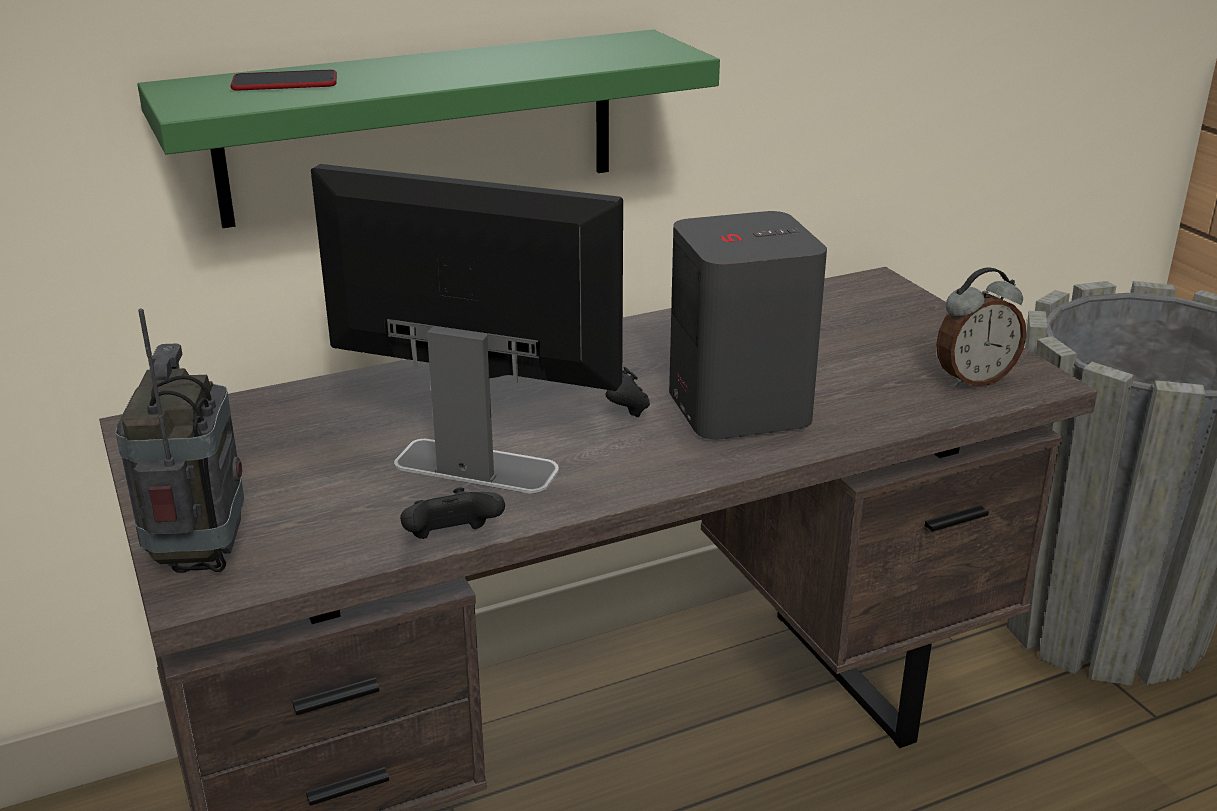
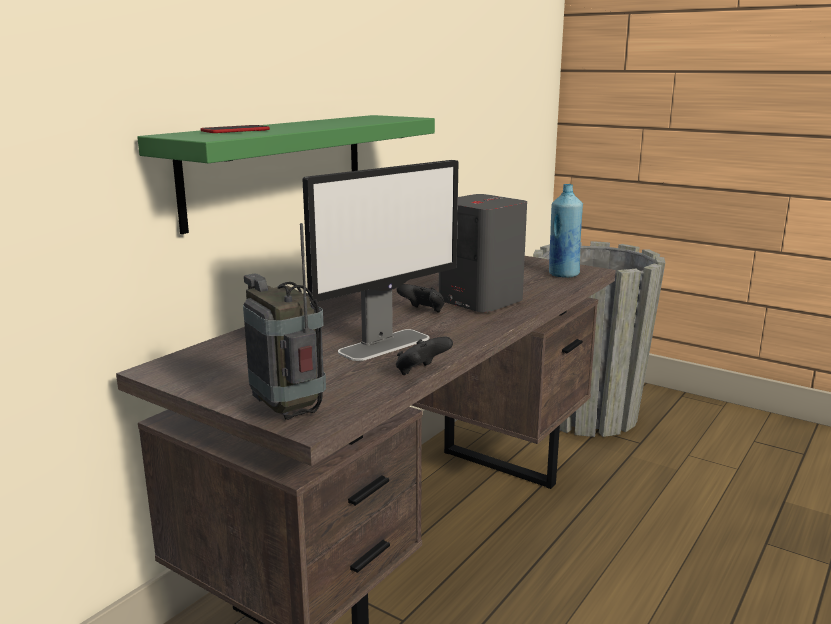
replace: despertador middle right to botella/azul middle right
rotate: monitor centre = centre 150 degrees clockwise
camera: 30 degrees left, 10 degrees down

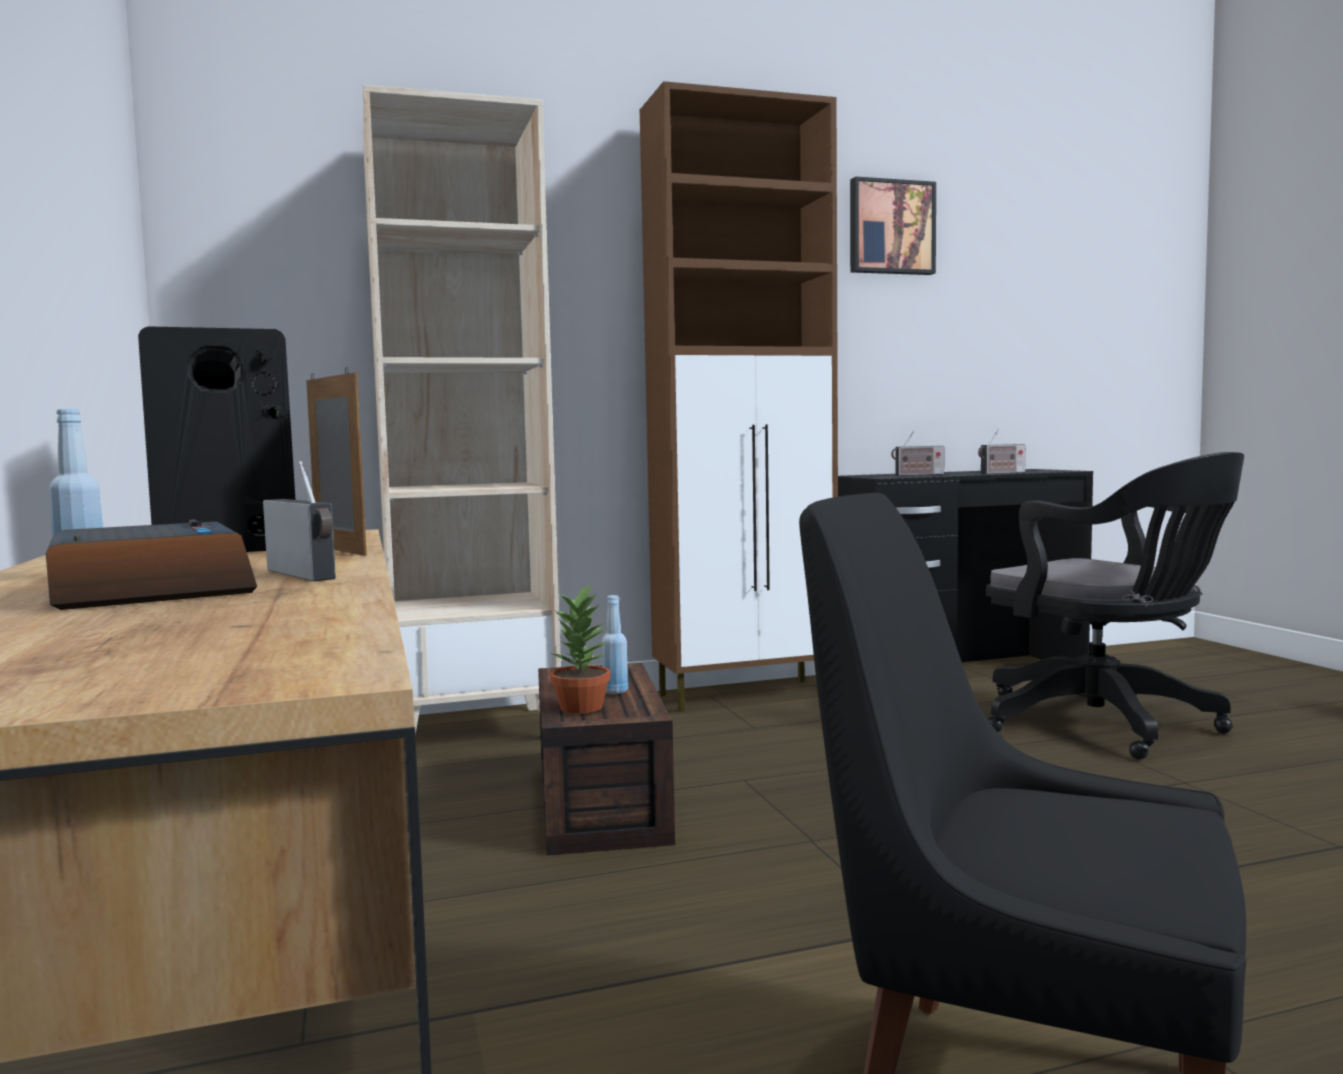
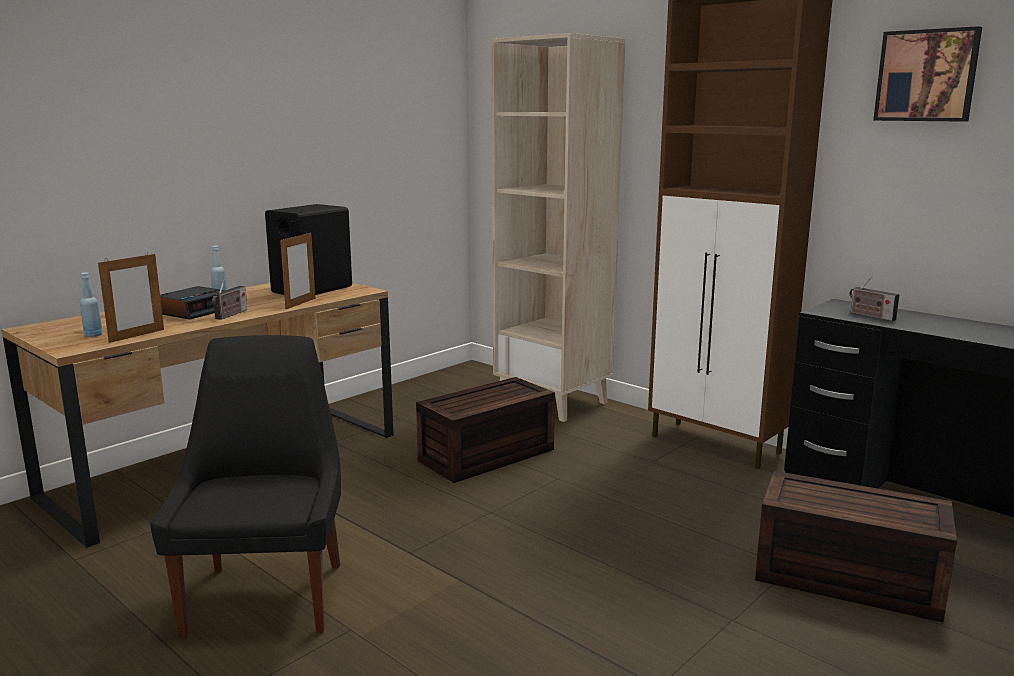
delete: planta en maceta centre; radio (3rd from left) middle right
insert: portarretratos (1st from left) middle left
move: botella/azul (2nd from left in the first image) centre to botella/azul (1st from left) middle left
replace: silla de oficina/negro middle right to caja de almacenaje/marrón (2nd from left) bottom right
camera: 60 degrees right, 10 degrees up

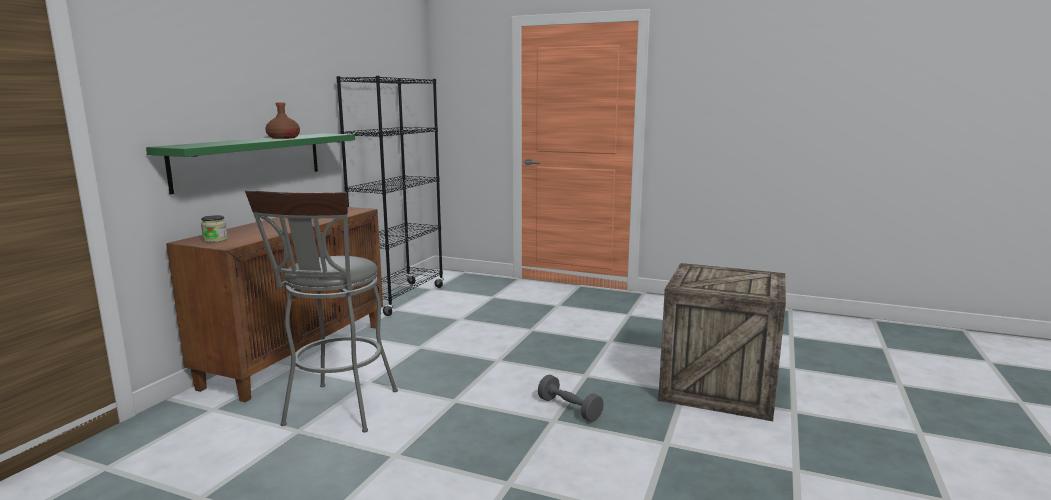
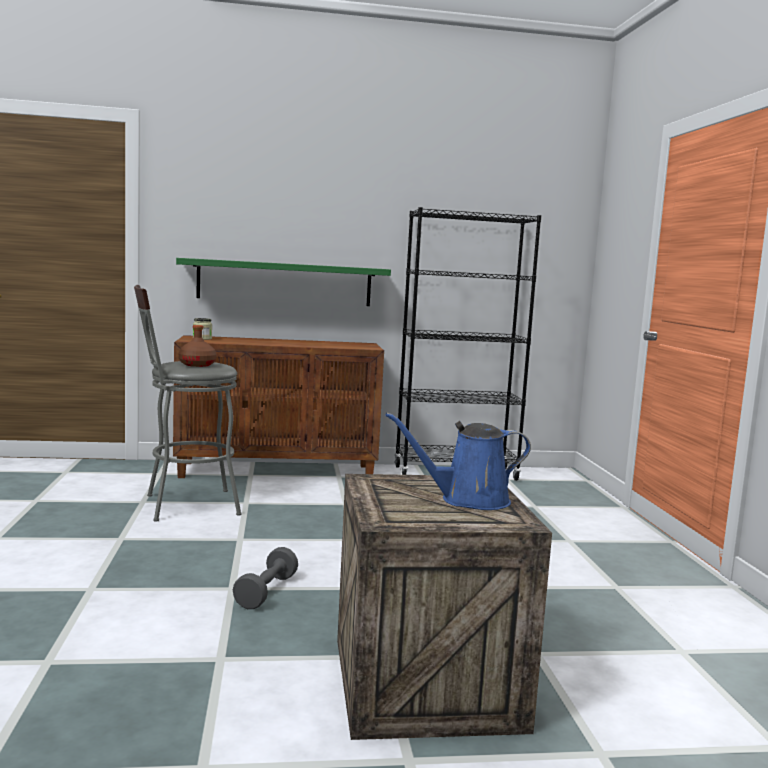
insert: regadera/azul centre
move: botella/marrón top left to middle left
camera: 60 degrees right, 5 degrees down

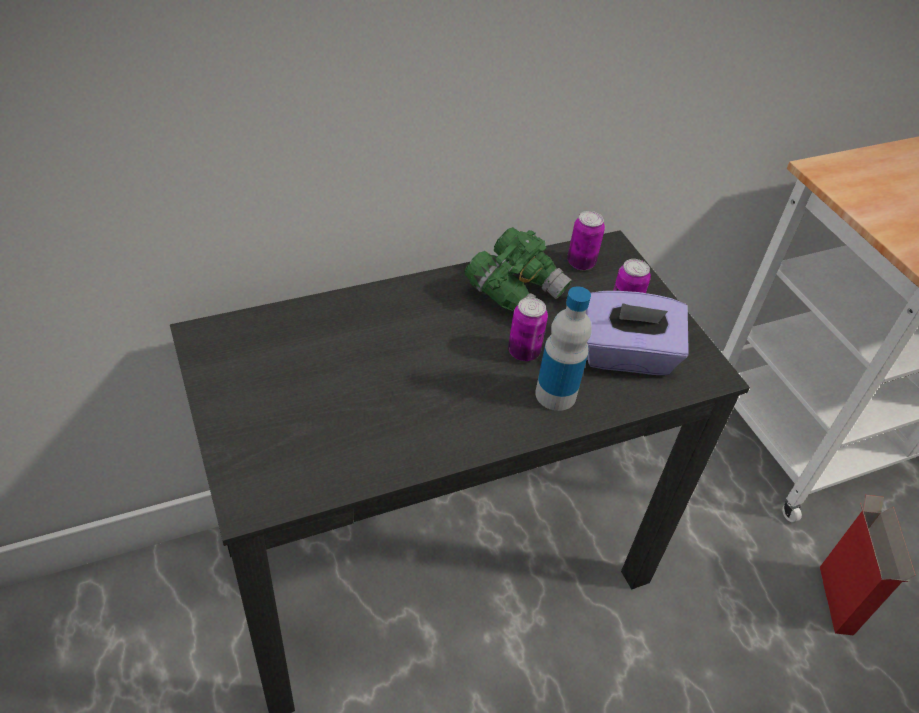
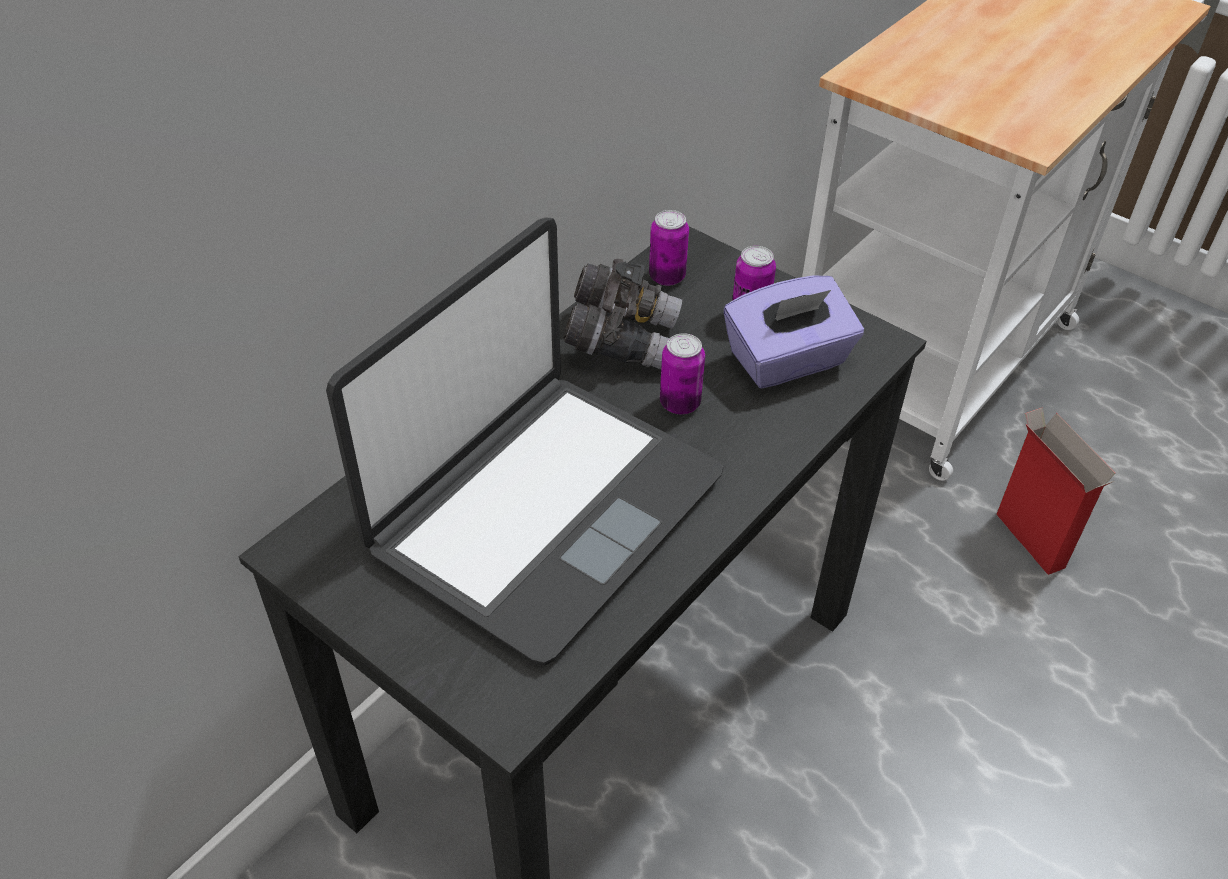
delete: botella centre
insert: portátil centre
recolor: prismáticos/verde centre to prismáticos/gris centre
camera: 25 degrees left, 0 degrees up

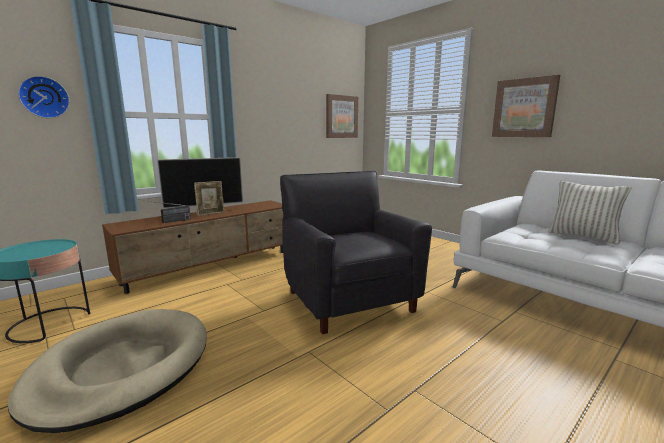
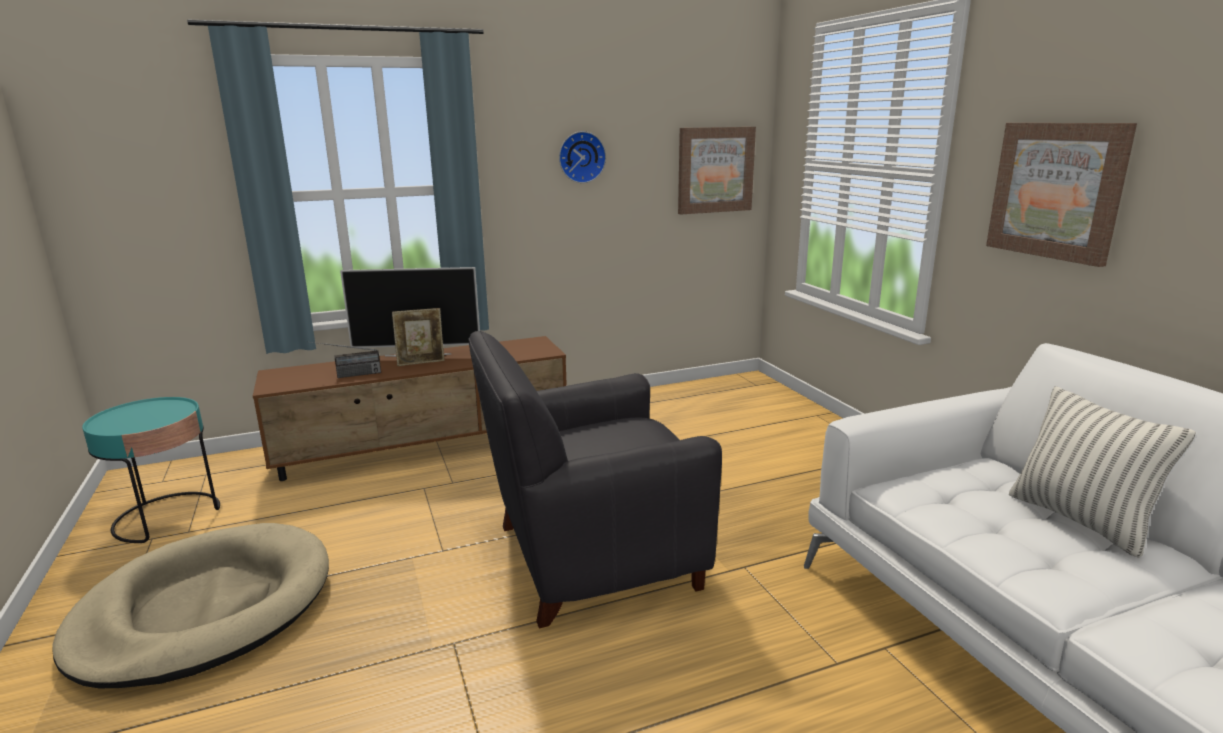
move: reloj de pared top left to top centre
rotate: sillón/negro centre = centre 105 degrees counterclockwise
camera: 20 degrees right, 5 degrees up

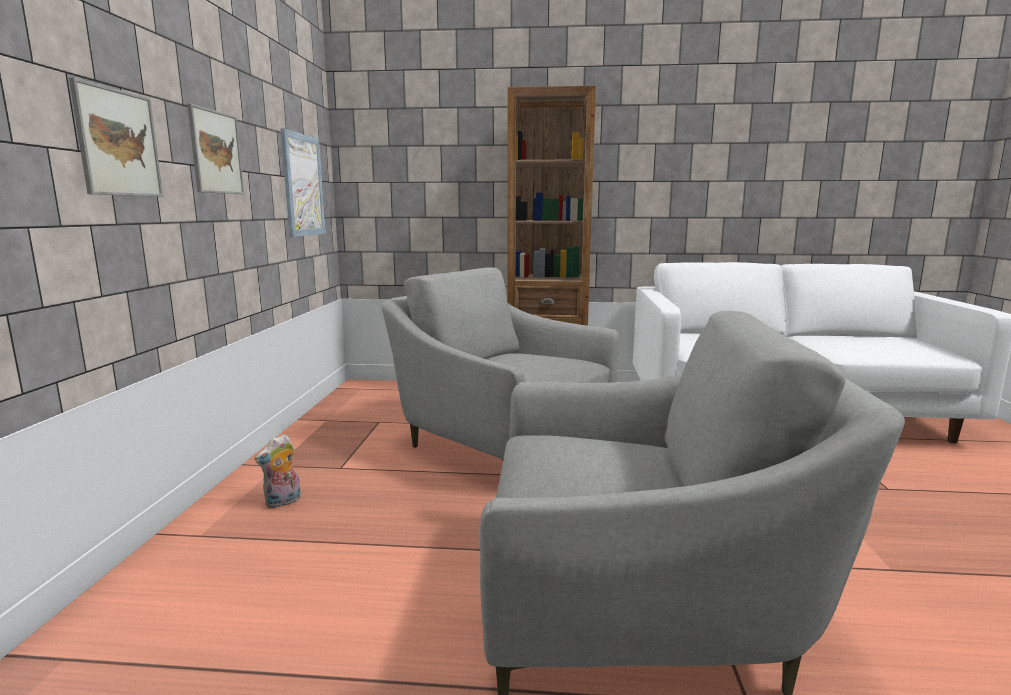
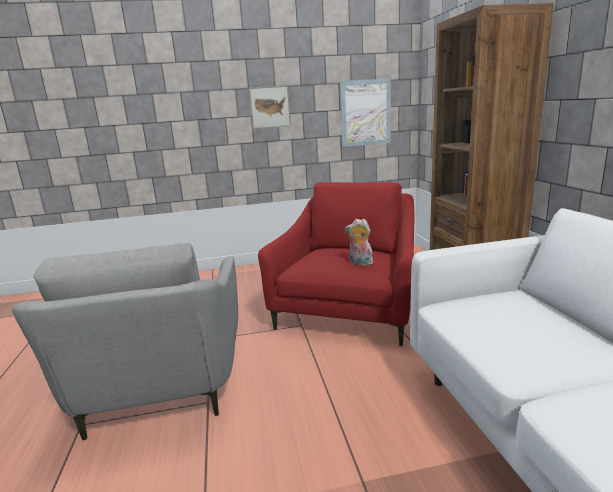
delete: cuadro (1st from left) top left
move: peluche bottom left to centre
recolor: sillón/gris (1st from left) centre to sillón/rojo centre
camera: 75 degrees right, 5 degrees up

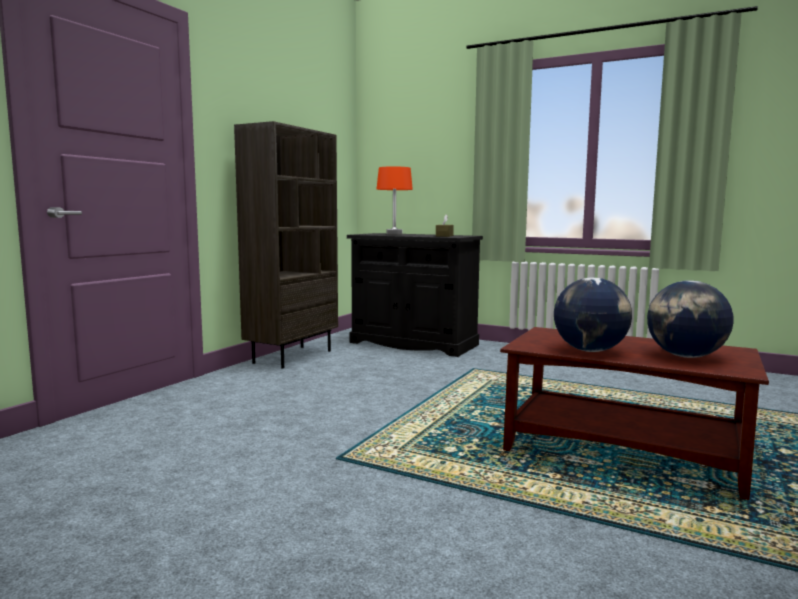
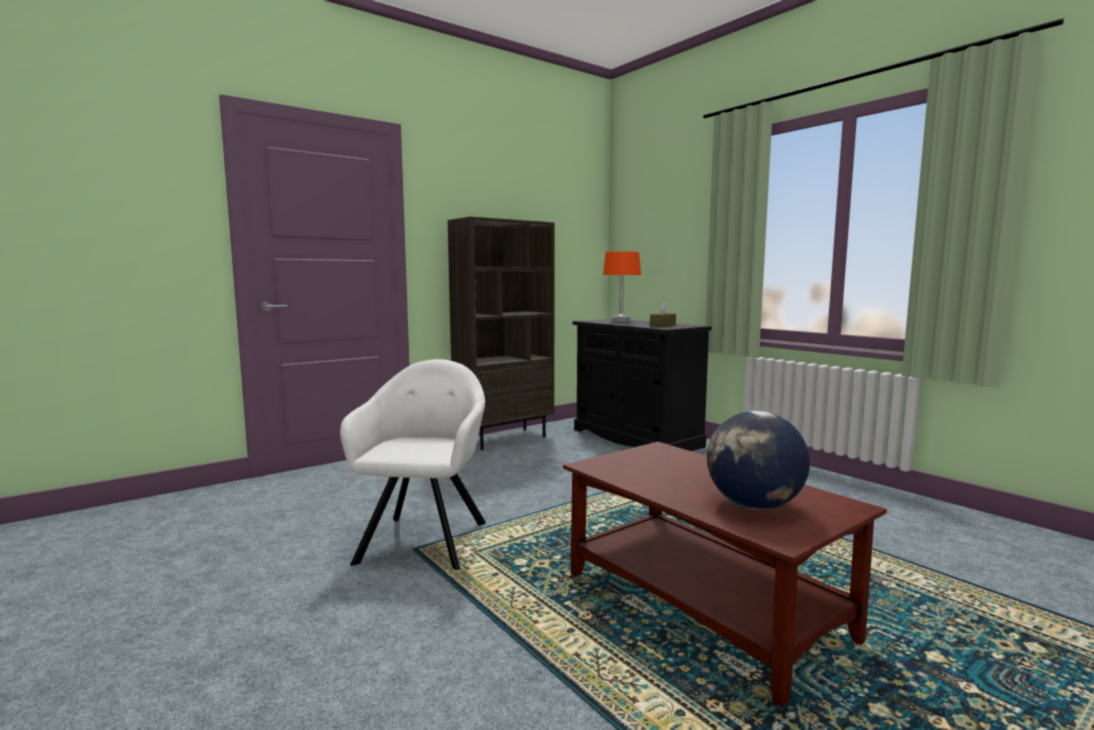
delete: globo terráqueo (1st from left) middle right
insert: sillón/blanco centre
camera: 25 degrees right, 0 degrees up

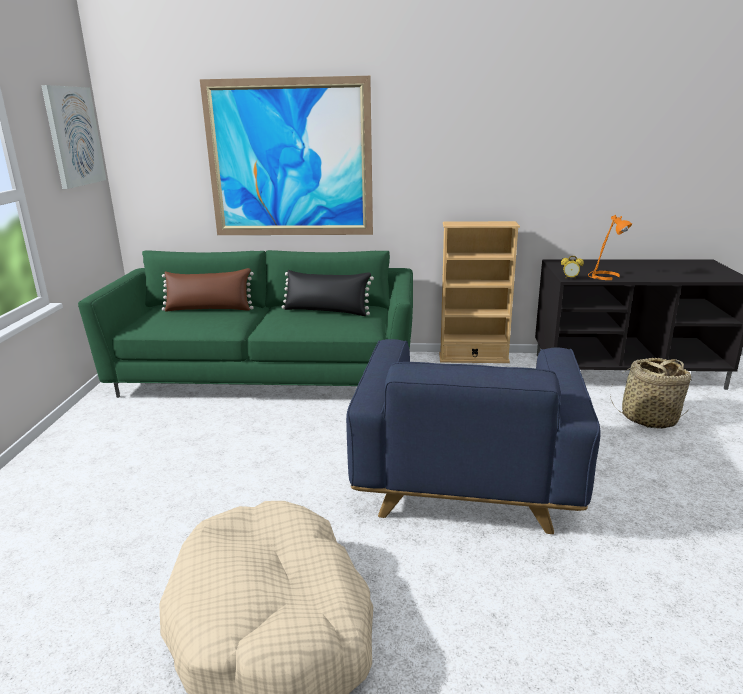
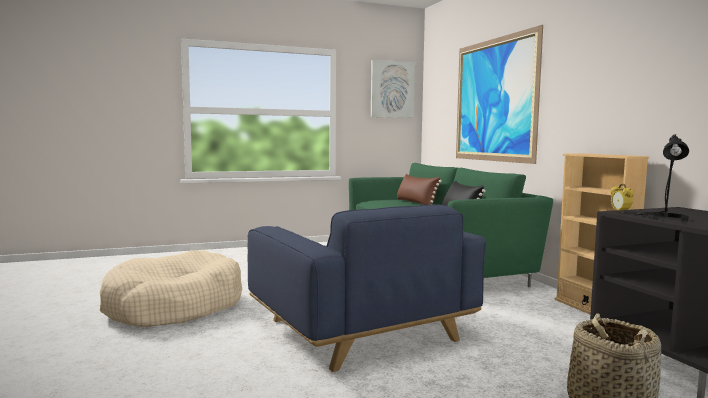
recolor: lámpara de mesa/naranja middle right to lámpara de mesa/negro middle right
rotate: sillón/azul centre = bottom centre 105 degrees counterclockwise
camera: 65 degrees right, 15 degrees down

